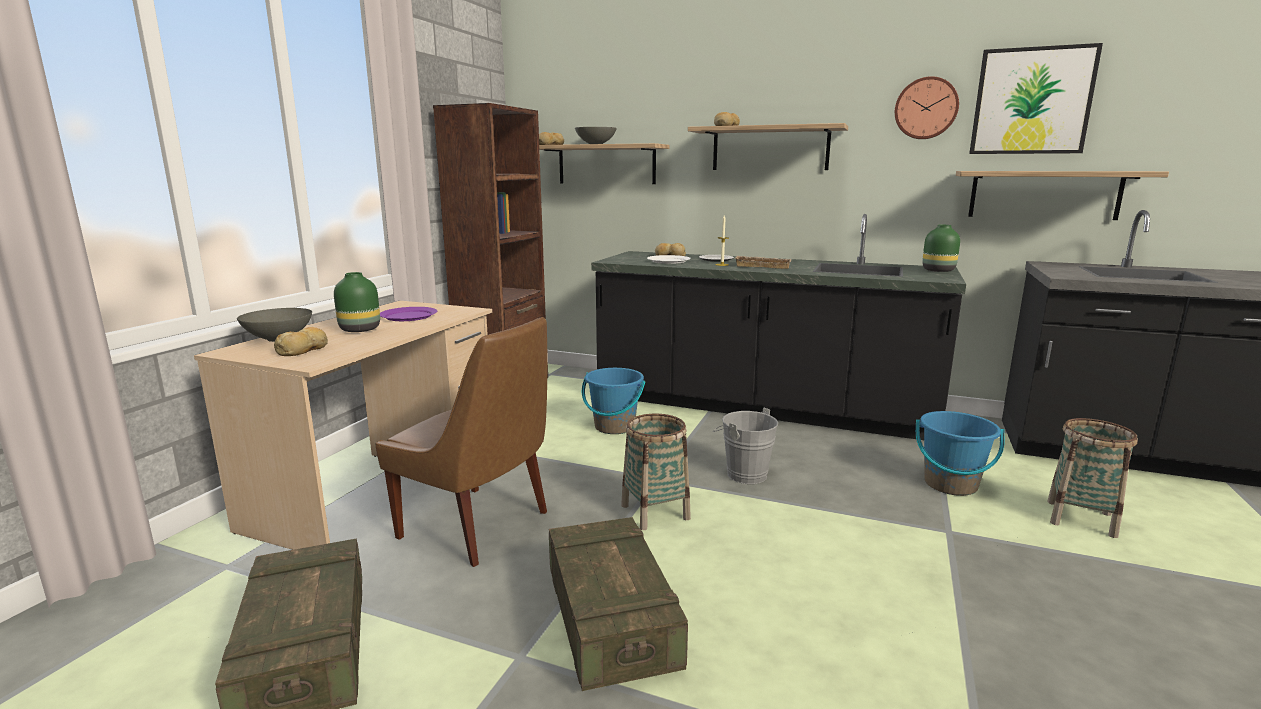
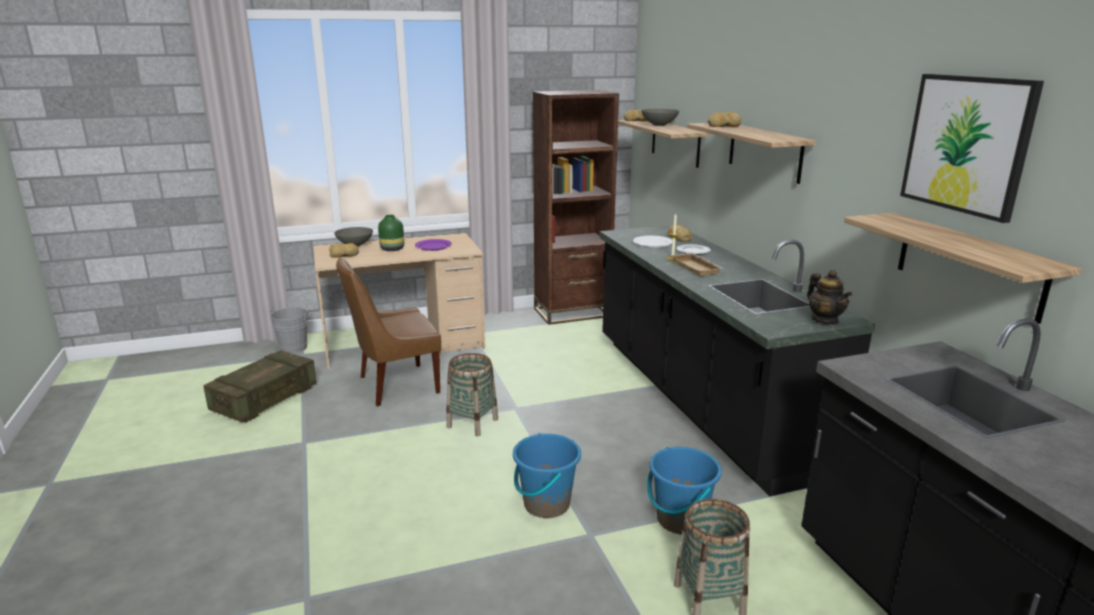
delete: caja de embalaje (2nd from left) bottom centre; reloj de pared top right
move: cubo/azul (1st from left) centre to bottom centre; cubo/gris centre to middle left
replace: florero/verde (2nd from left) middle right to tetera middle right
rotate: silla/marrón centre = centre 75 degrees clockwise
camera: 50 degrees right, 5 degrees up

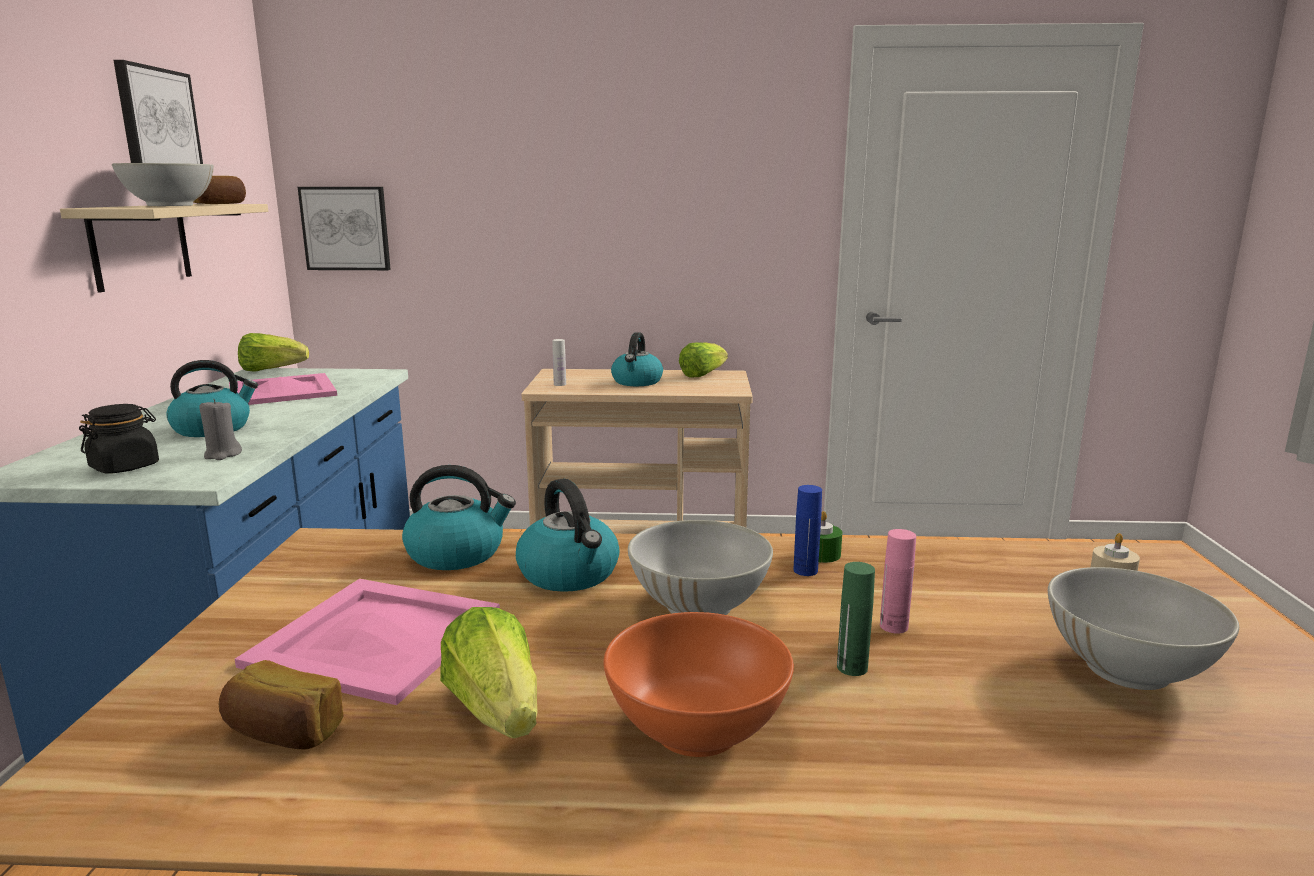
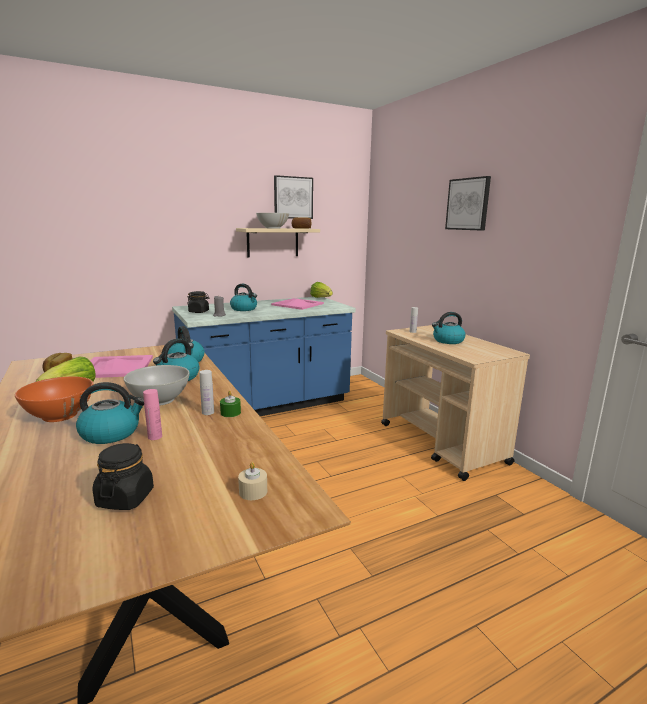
delete: lechuga (3rd from left) centre
move: cuadro (2nd from left) top left to top right
replace: botella/verde bottom centre to hervidor (1st from left) middle left; cuenco/blanco (3rd from left) bottom right to tarro/negro (1st from left) bottom left
recolor: botella/azul centre to botella/blanco (1st from left) middle left
camera: 60 degrees right, 0 degrees up

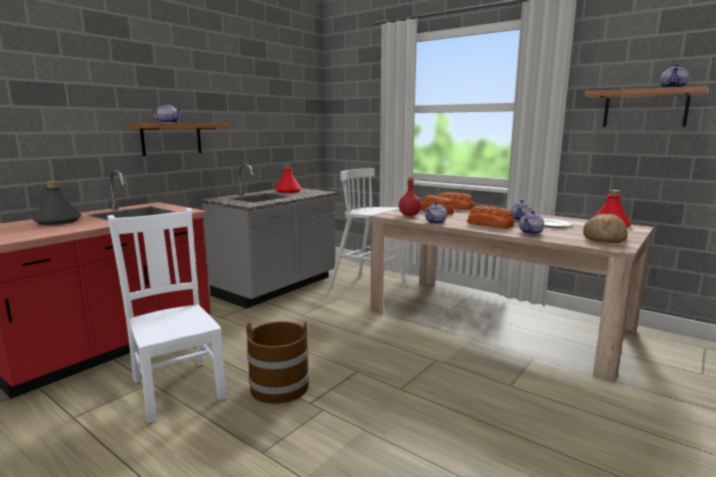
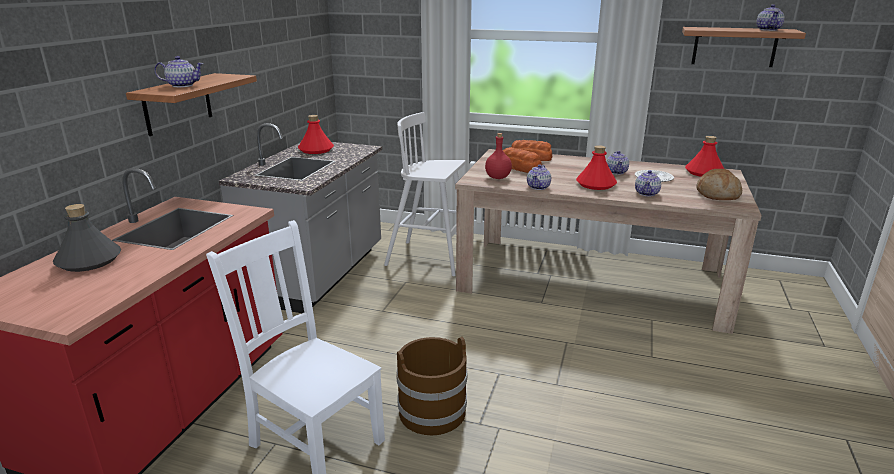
replace: pan (3rd from left) middle right to botella/rojo (3rd from left) middle right
camera: 20 degrees left, 10 degrees up

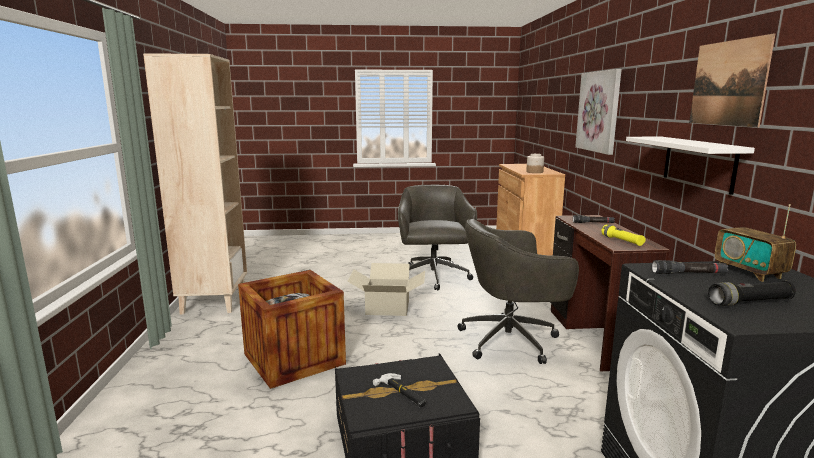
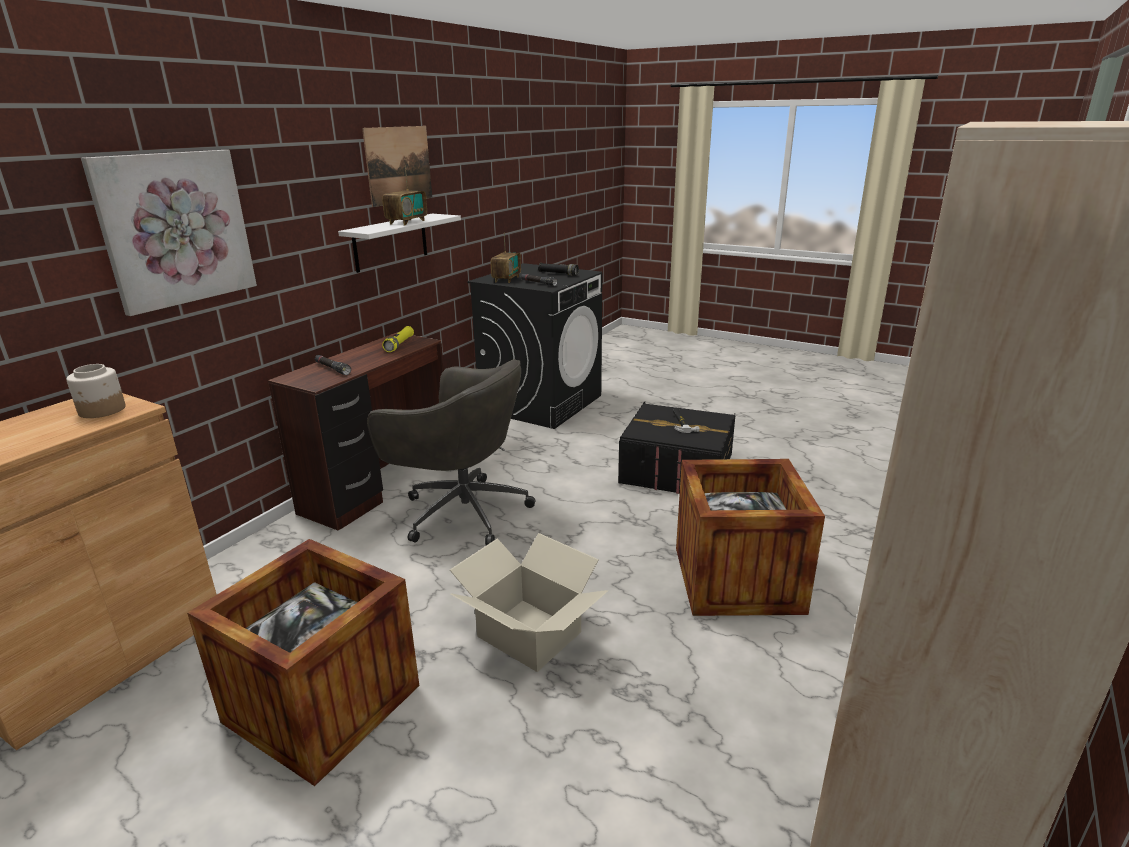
insert: radio (1st from left) top centre
replace: silla de oficina/gris (1st from left) centre to caja de embalaje (1st from left) bottom left
camera: 145 degrees left, 10 degrees up

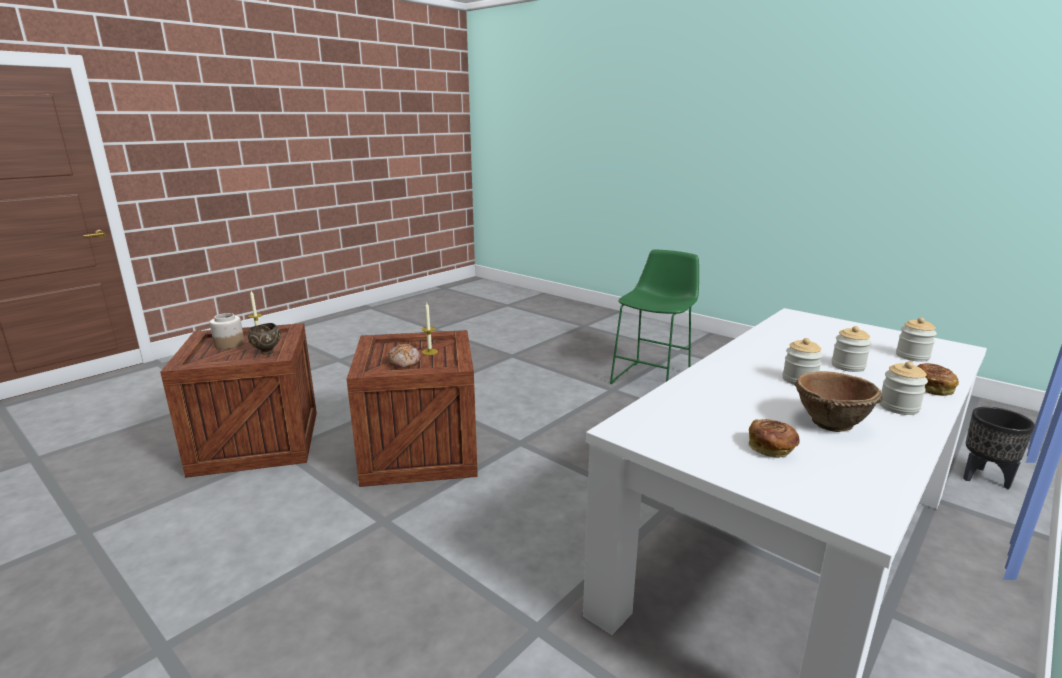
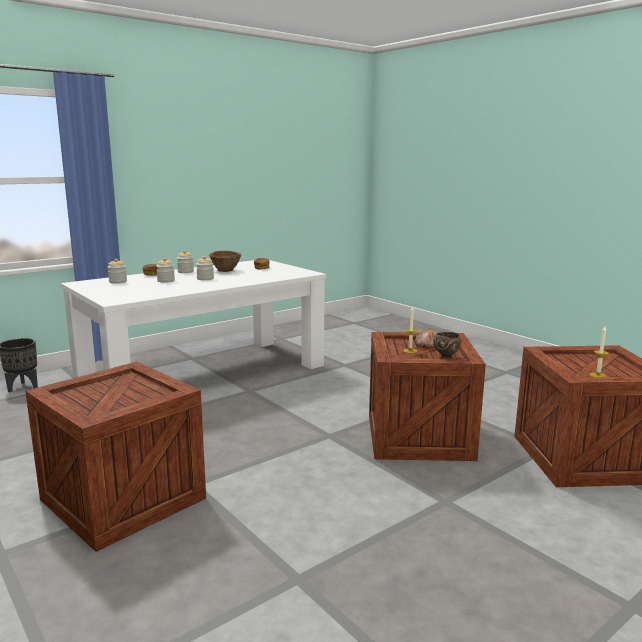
delete: tarro (1st from left) middle left
move: cuenco/marrón (1st from left in the first image) middle left to cuenco/marrón (2nd from left) middle right
replace: taburete/verde centre to caja de embalaje (1st from left) bottom left
camera: 170 degrees left, 5 degrees down

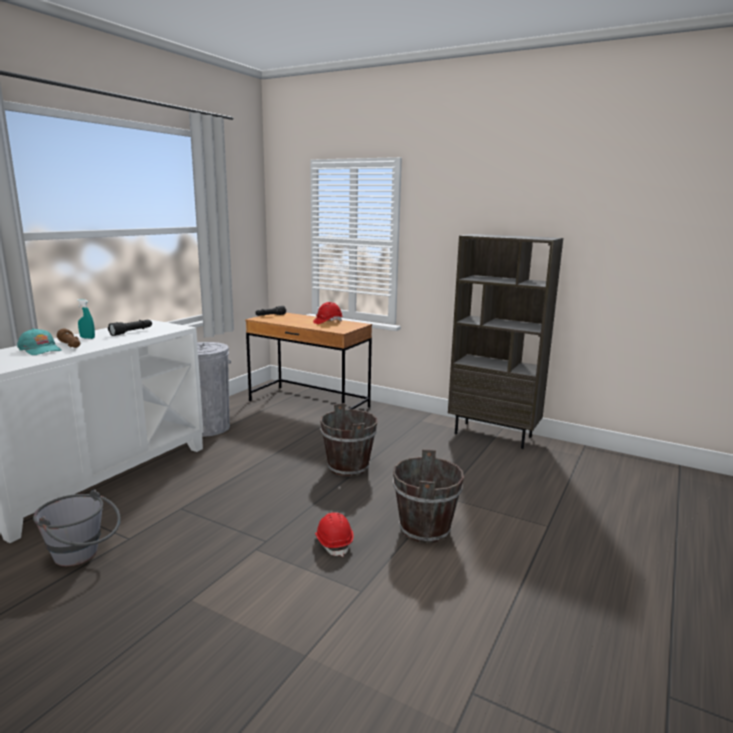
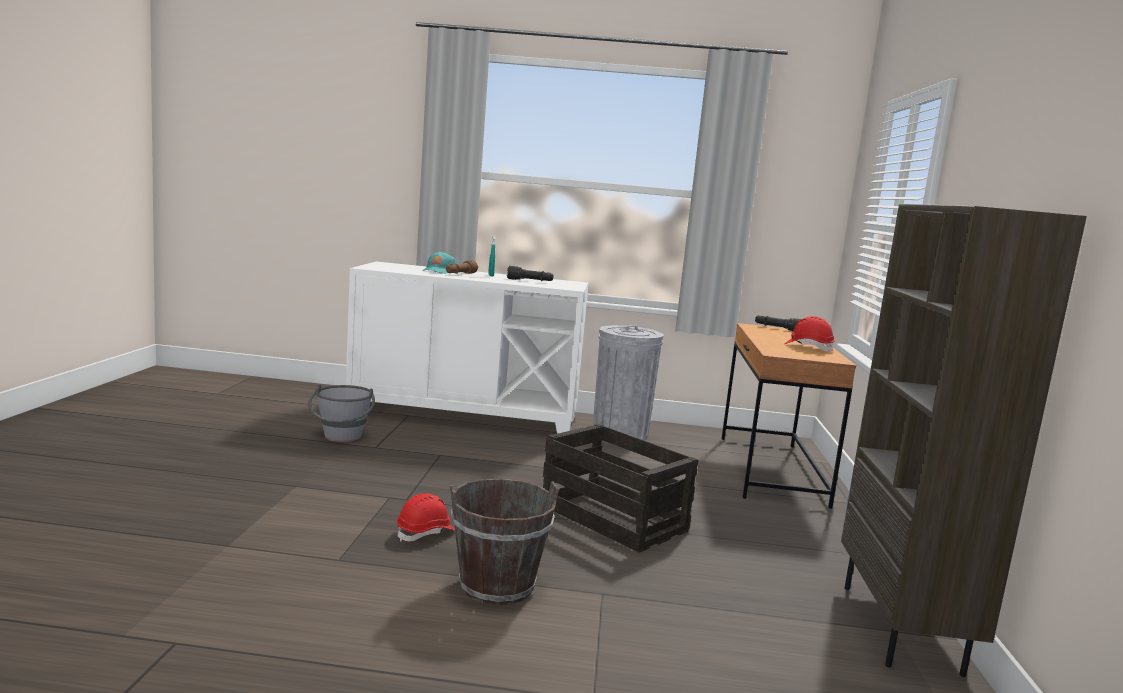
replace: cubo/marrón (1st from left) centre to caja de embalaje bottom centre
camera: 65 degrees right, 5 degrees down

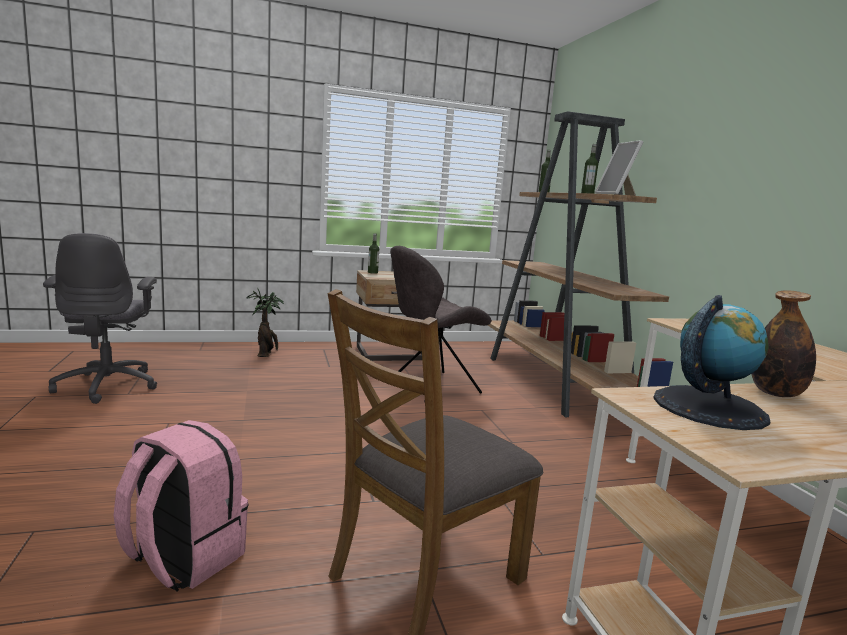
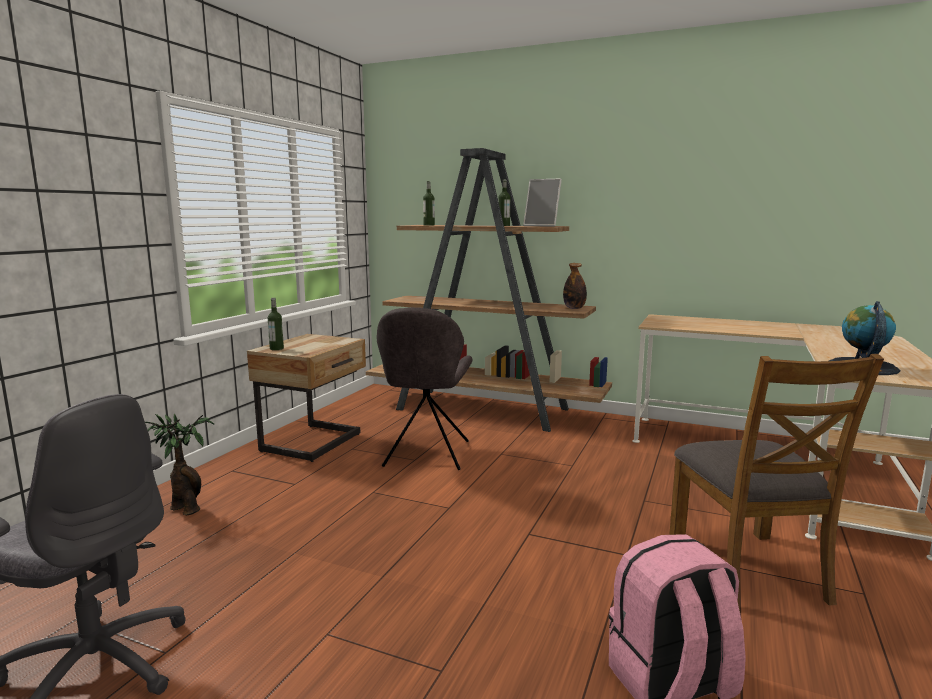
move: botella (4th from left) middle right to centre
camera: 50 degrees left, 0 degrees up

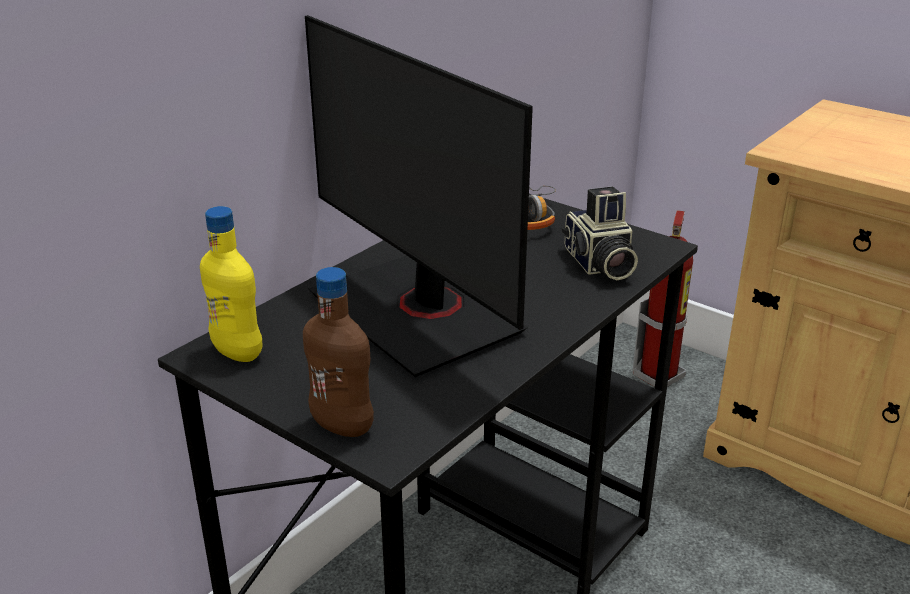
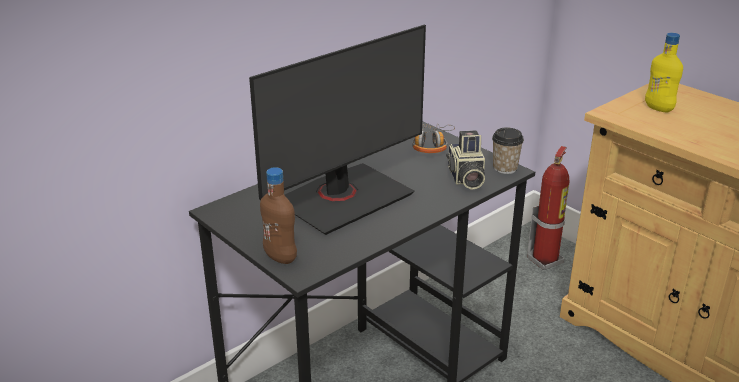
insert: taza middle right
move: botella/amarillo middle left to top right
rotate: monitor top centre = centre 105 degrees counterclockwise
camera: 10 degrees right, 0 degrees up

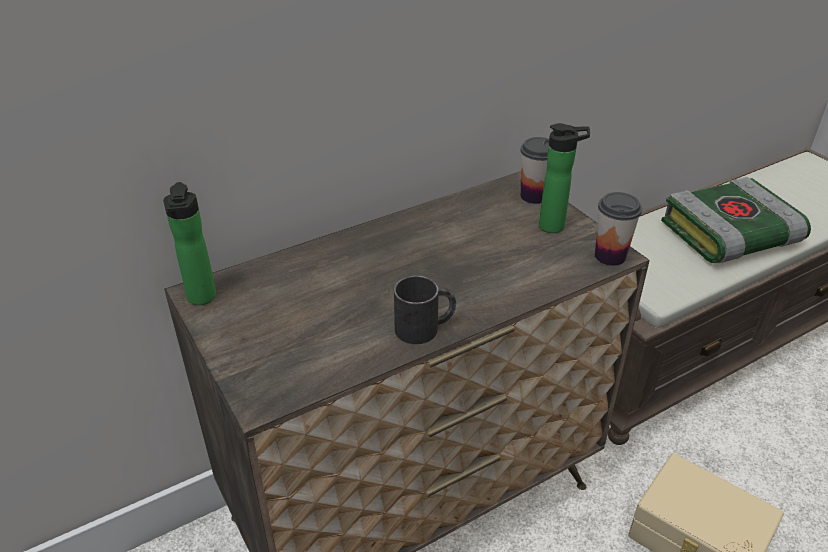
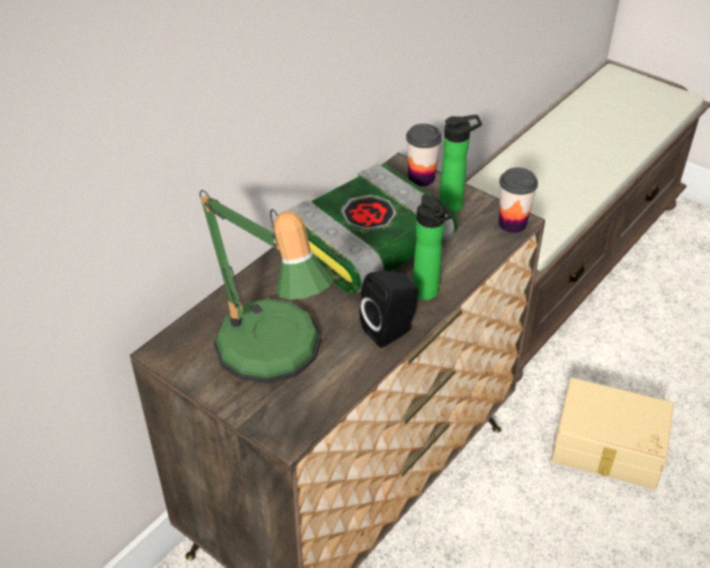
insert: lámpara de mesa centre
move: botella (1st from left) middle left to centre; libro middle right to centre
replace: taza grande/negro centre to altavoz/negro centre
camera: 20 degrees left, 5 degrees up

